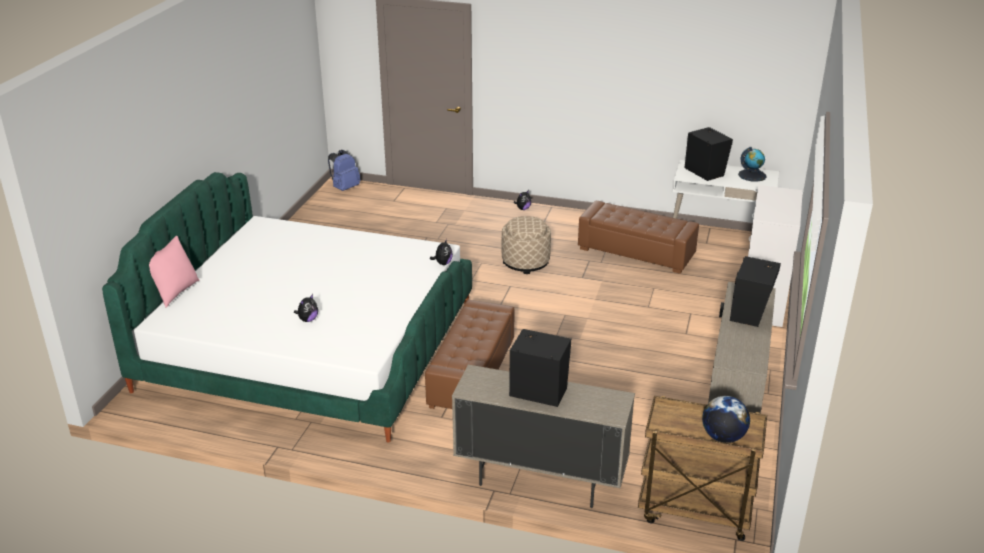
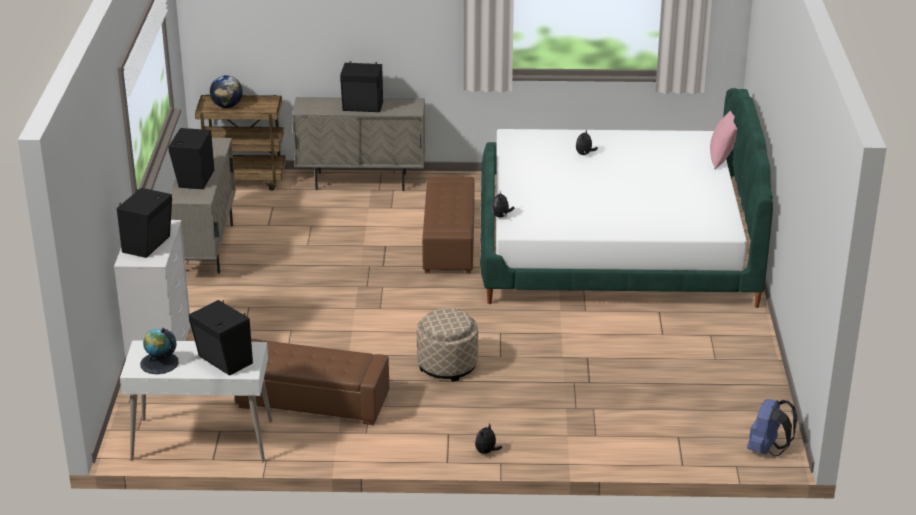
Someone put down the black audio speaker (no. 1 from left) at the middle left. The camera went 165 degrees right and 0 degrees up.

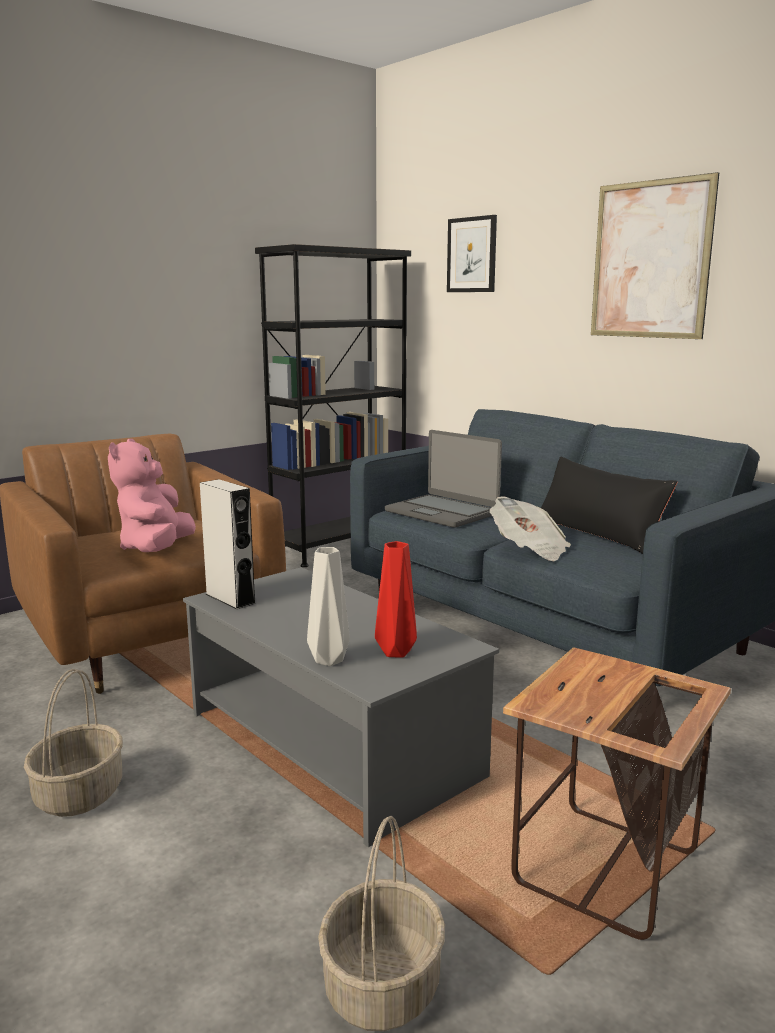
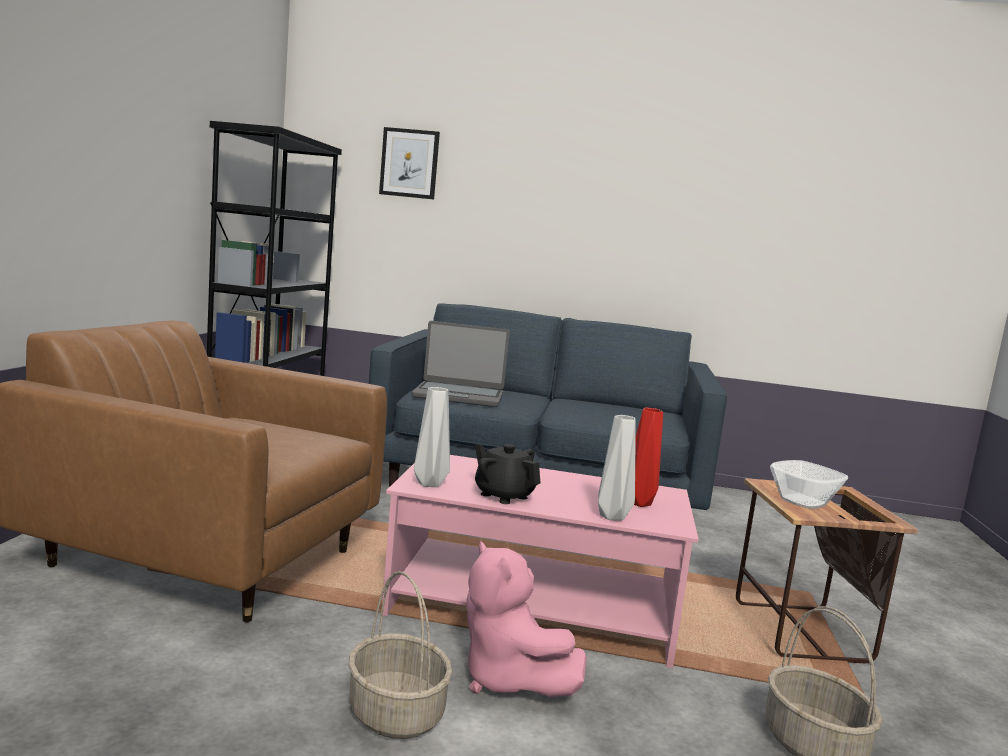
Someone took away the wall picture (no. 2 from left) at the top right. Someone carried the pink plush toy from the middle left to the bottom centre. Someone took away the black throw pillow at the middle right. Someone swapped the grey audio speaker at the middle left for the grey flower vase (no. 1 from left) at the centre. Someone took away the newspaper at the middle right. Someone repainted the grey coffee table at the bottom centre, which became the pink coffee table at the bottom centre. Someone put down the black teapot at the centre. Someone put down the deep dish at the middle right. The camera went 40 degrees left and 5 degrees down.

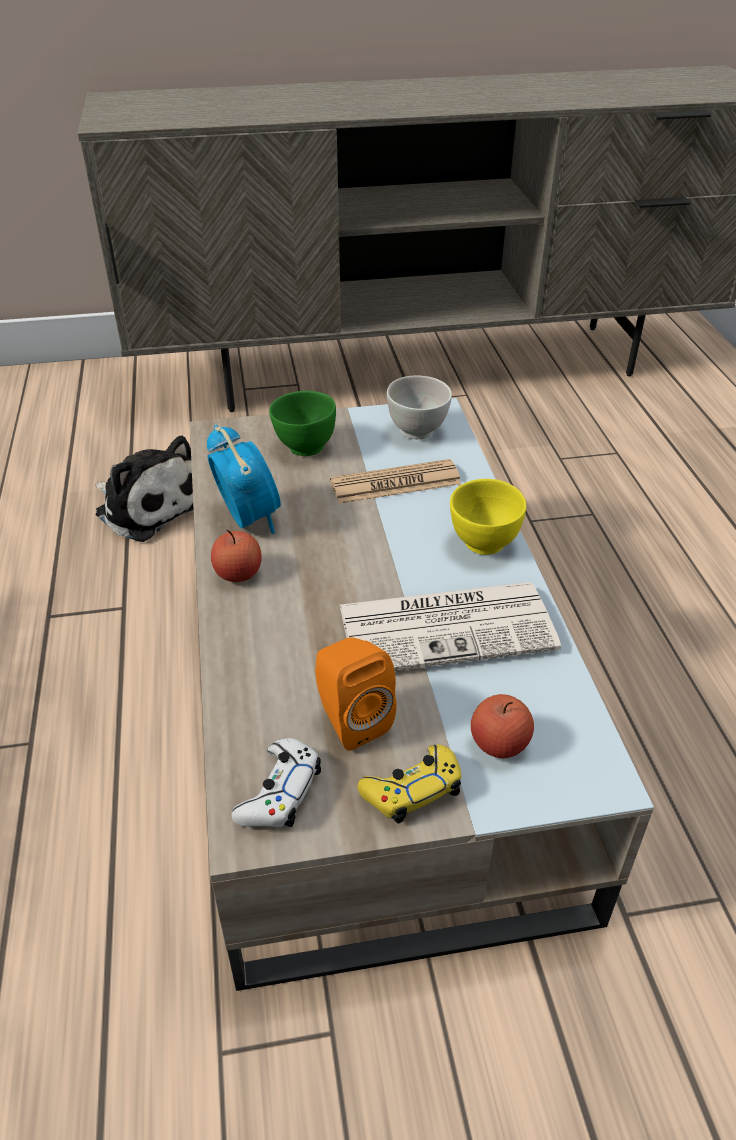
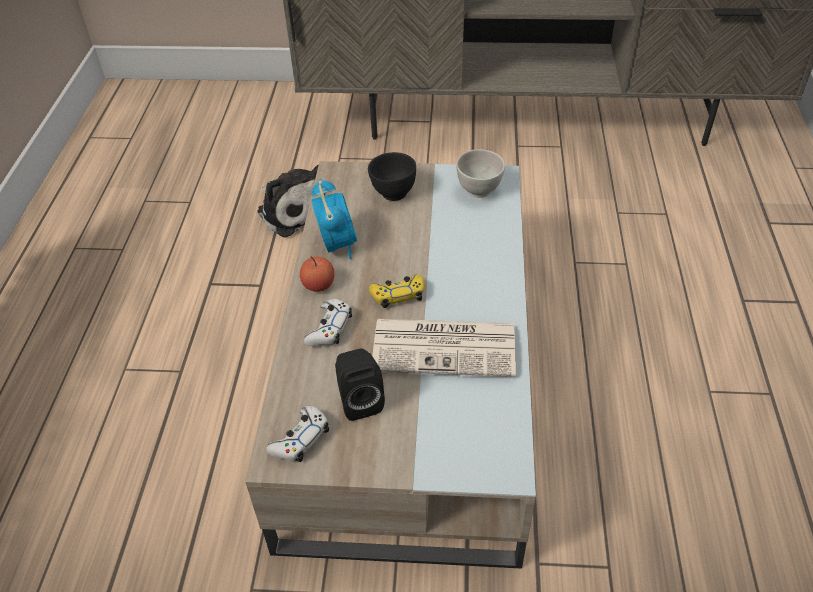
Someone repainted the green deep dish at the centre, which became the black deep dish at the top centre. Someone took away the newspaper (no. 1 from left) at the centre. Someone took away the yellowish deep dish at the centre. Someone repainted the orange-coloured audio speaker at the centre, which became the black audio speaker at the centre. Someone took away the whole apple (no. 2 from left) at the middle right. Someone carried the yellowish game controller from the bottom centre to the centre. Someone put down the white-coloured game controller (no. 2 from left) at the centre. The camera went 15 degrees right and 5 degrees up.

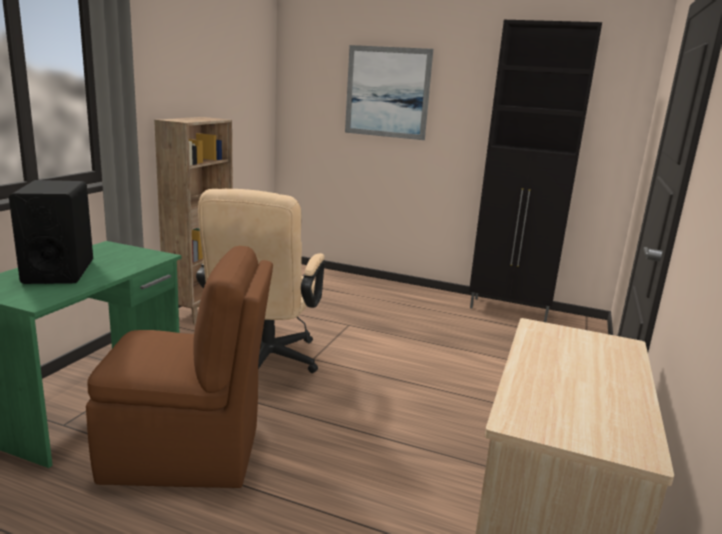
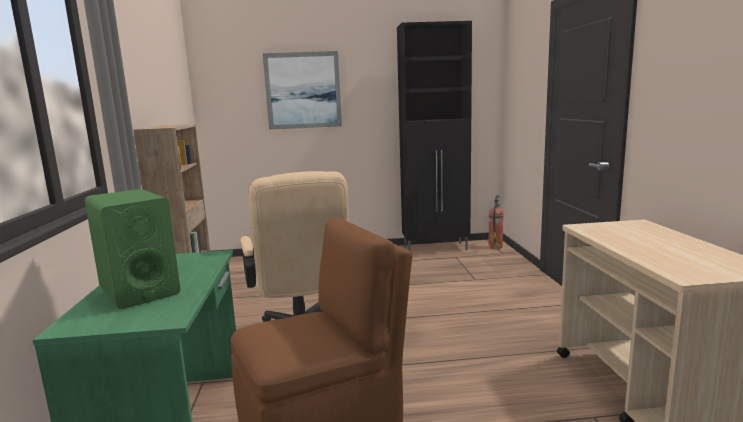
Someone repainted the black audio speaker at the middle left, which became the green audio speaker at the middle left. Someone put down the fire-fighting cylinder at the middle right. The camera went 25 degrees left and 5 degrees down.

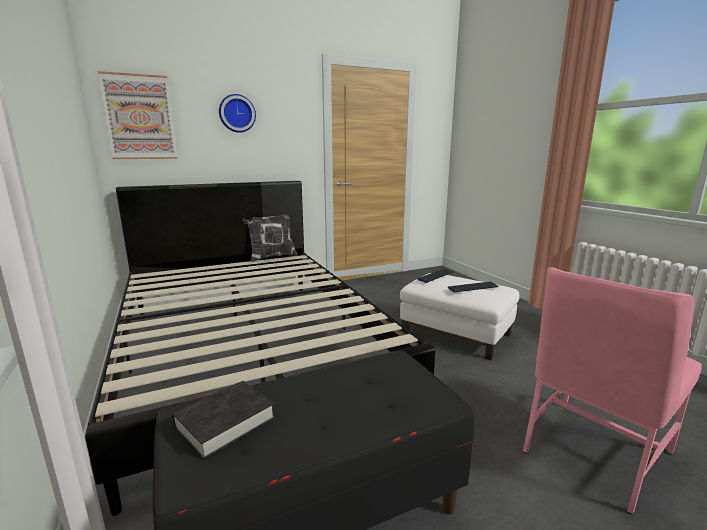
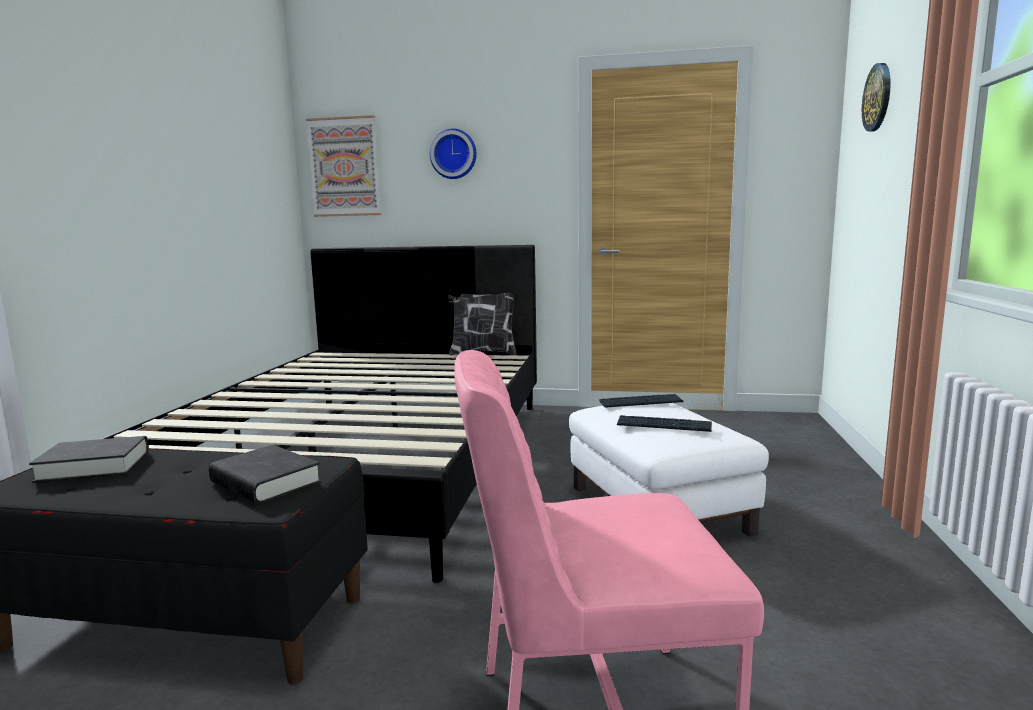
Someone put up the clock on the wall (no. 2 from left) at the top right. Someone put down the black bound book (no. 2 from left) at the bottom left. The camera went 35 degrees right and 5 degrees down.

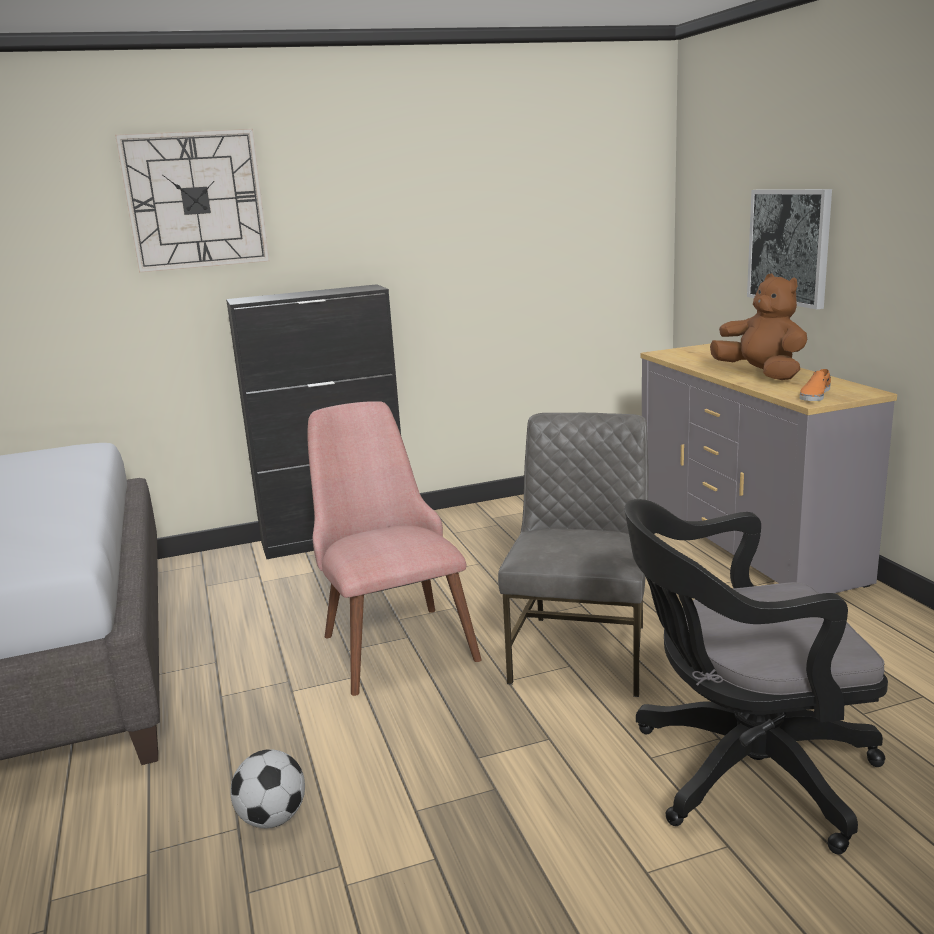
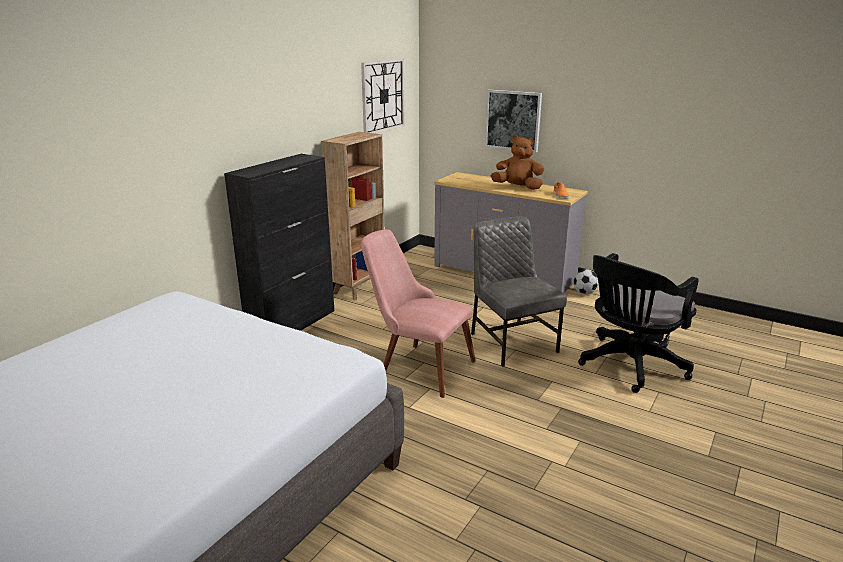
Someone carried the clock on the wall from the top left to the top centre. Someone carried the ball for football from the bottom left to the middle right. Someone put down the brown bookcase at the centre. The camera went 40 degrees left and 5 degrees up.

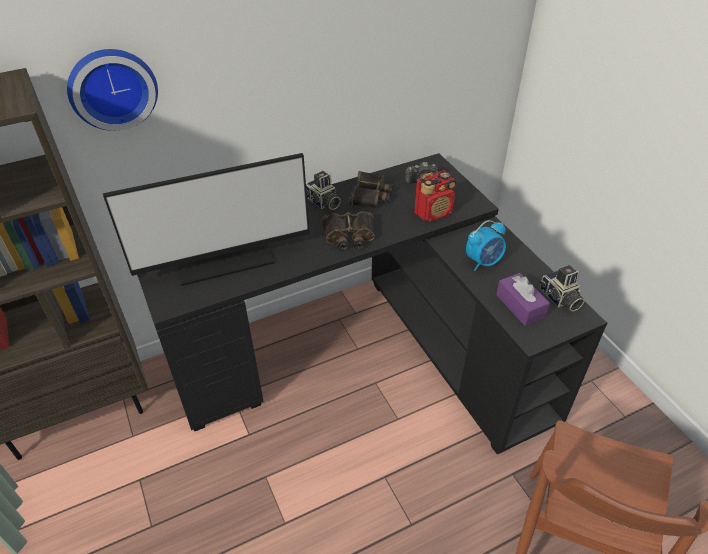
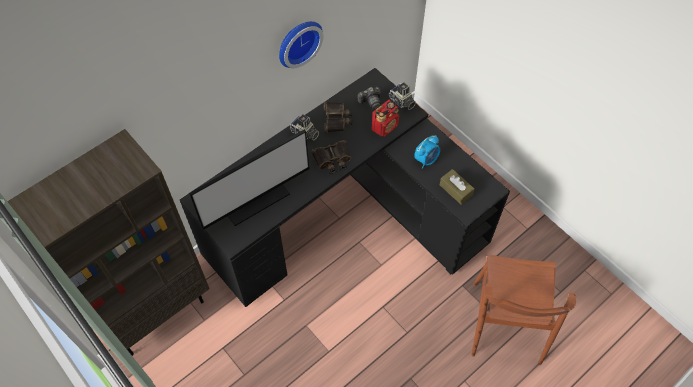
Someone carried the clock on the wall from the top left to the top centre. Someone carried the still camera (no. 3 from left) from the middle right to the top centre. Someone repainted the purple-coloured tissue box at the middle right, which became the brown tissue box at the centre. The camera went 15 degrees left and 15 degrees up.

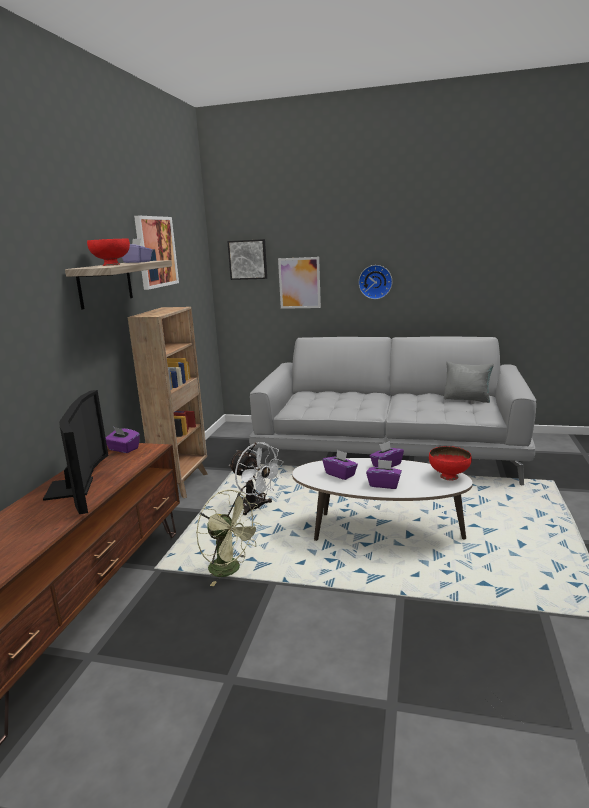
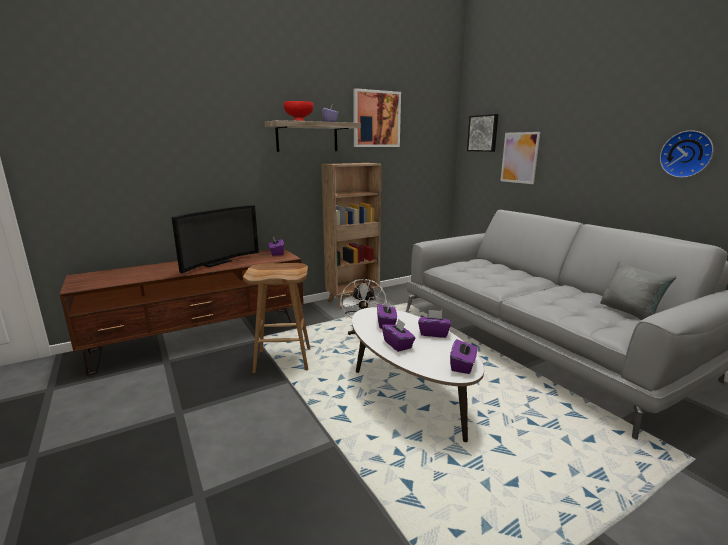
Someone carried the clock on the wall from the centre to the top right. Someone swapped the red deep dish (no. 2 from left) at the middle right for the purple-coloured tissue box (no. 6 from left) at the centre. Someone swapped the green electric fan at the centre for the brown sitting stool at the centre. The camera went 45 degrees right and 0 degrees up.

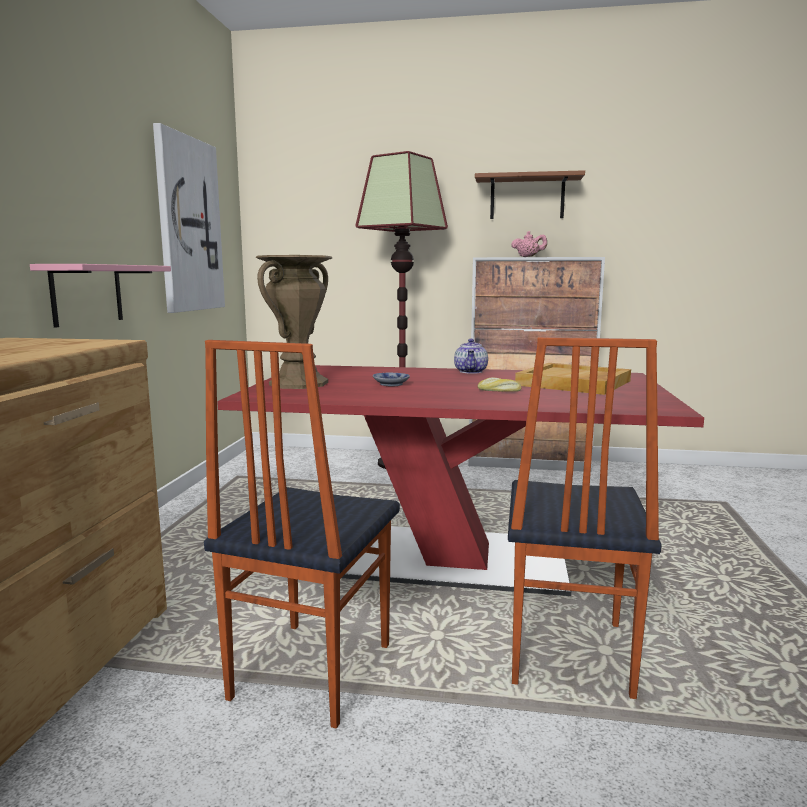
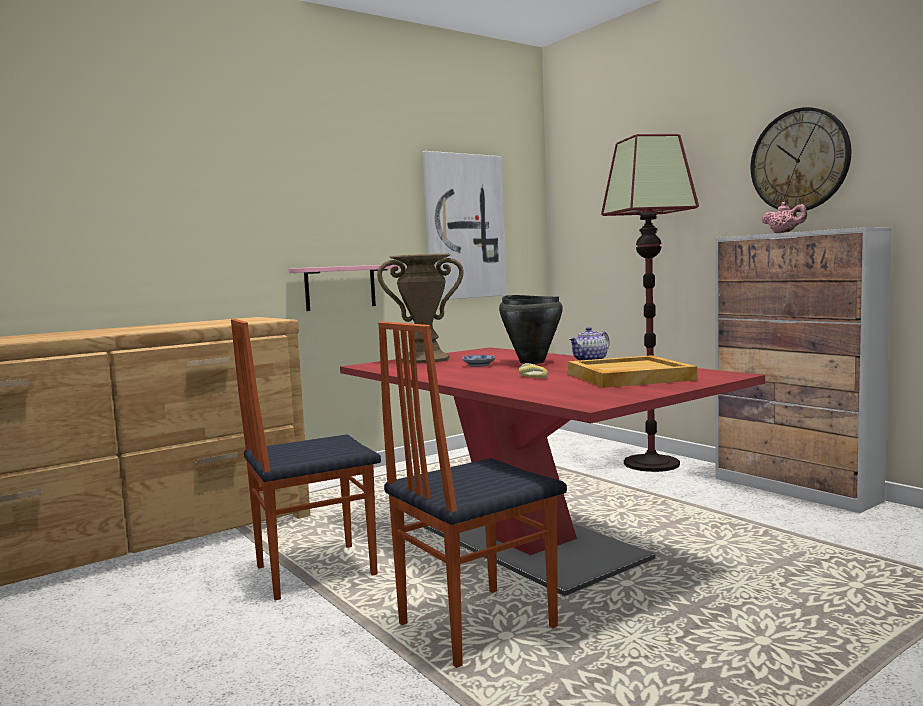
Someone swapped the brown wall shelf at the top centre for the clock on the wall at the top right. Someone put down the black saucepot at the centre. The camera went 45 degrees right and 5 degrees down.

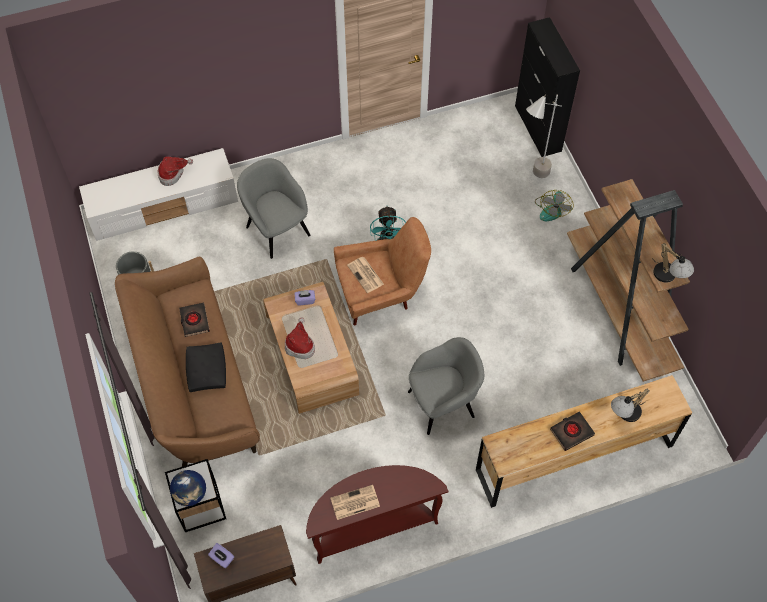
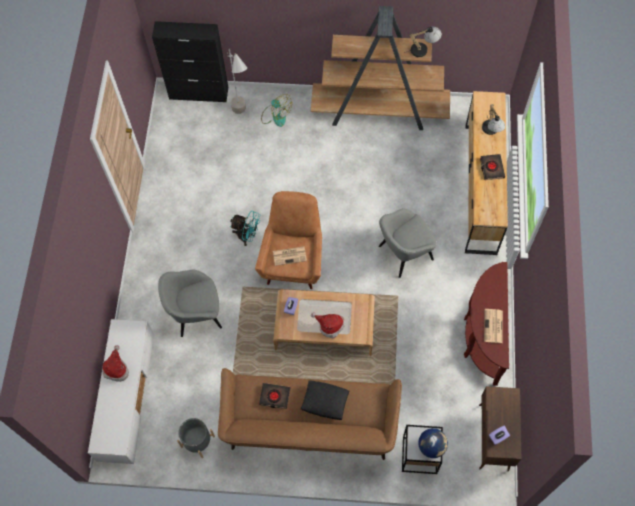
Someone rotated the grey lounge chair (no. 2 from left) at the centre by 120 degrees counterclockwise. The camera went 65 degrees left and 5 degrees up.

